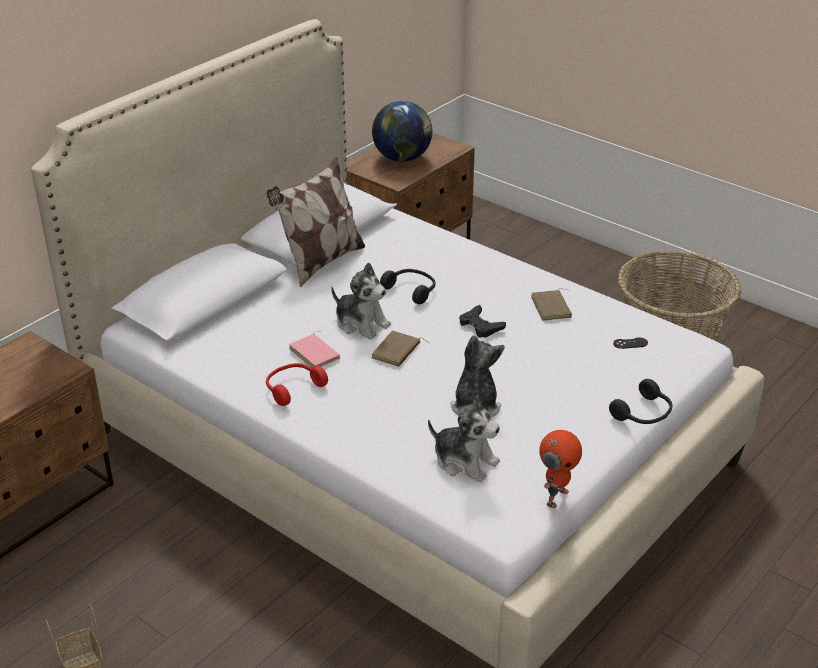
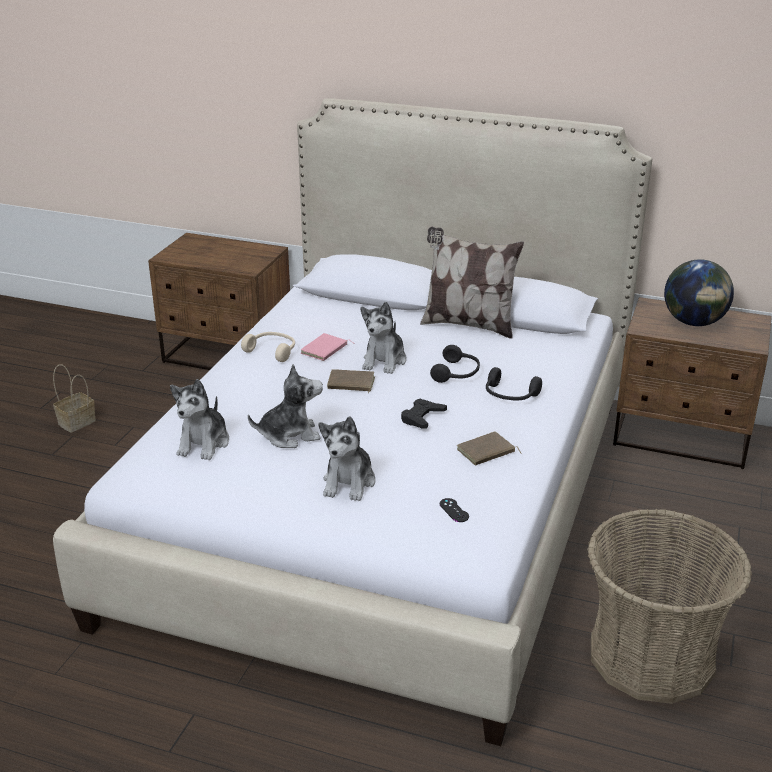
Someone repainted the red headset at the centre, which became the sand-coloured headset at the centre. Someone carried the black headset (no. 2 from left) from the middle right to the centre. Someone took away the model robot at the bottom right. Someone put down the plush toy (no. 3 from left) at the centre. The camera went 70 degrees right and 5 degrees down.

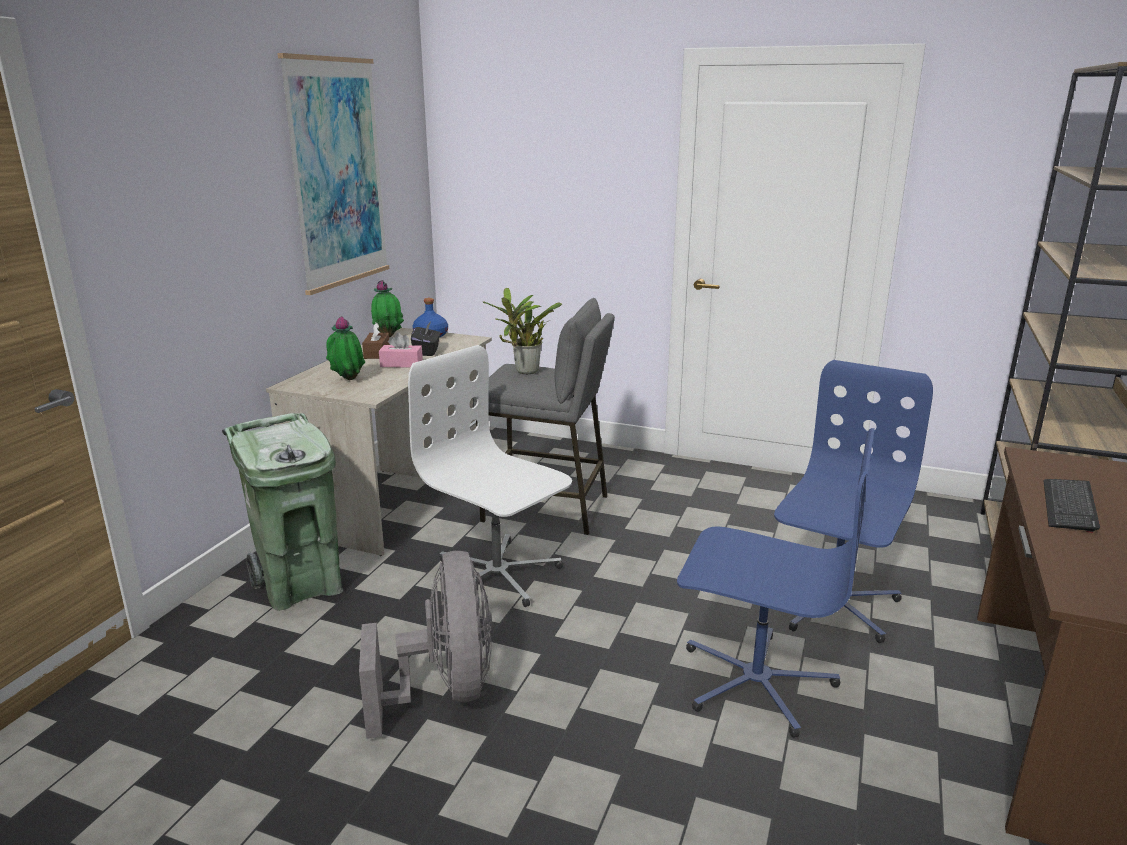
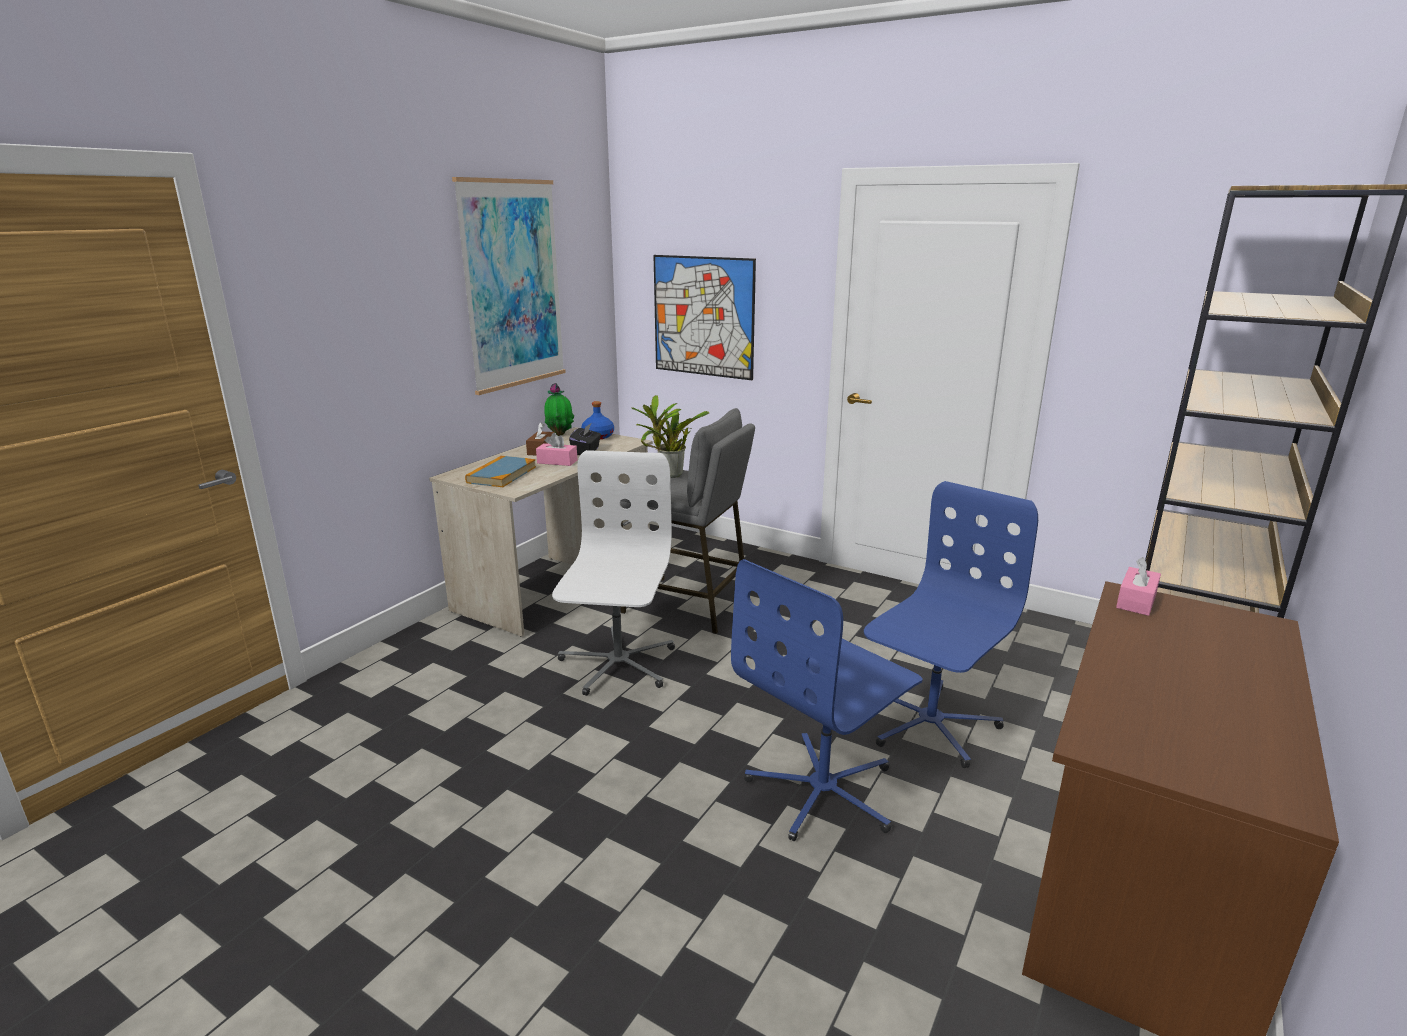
Someone swapped the potted plant (no. 1 from left) at the middle left for the bound book at the centre. Someone rotated the white-coloured desk chair at the centre by 45 degrees clockwise. Someone took away the green trash can at the middle left. Someone rotated the blue desk chair (no. 1 from left) at the bottom right by 105 degrees clockwise. Someone took away the computer keyboard at the middle right. Someone took away the grey electric fan at the bottom centre. Someone put up the wall picture (no. 2 from left) at the top centre. Someone put down the pink tissue box (no. 2 from left) at the middle right. The camera went 10 degrees right and 0 degrees up.

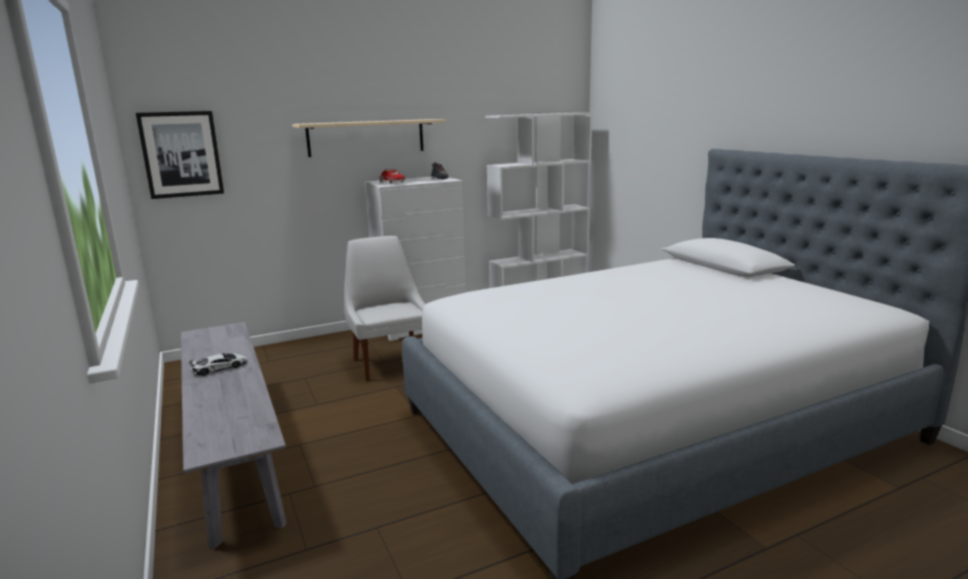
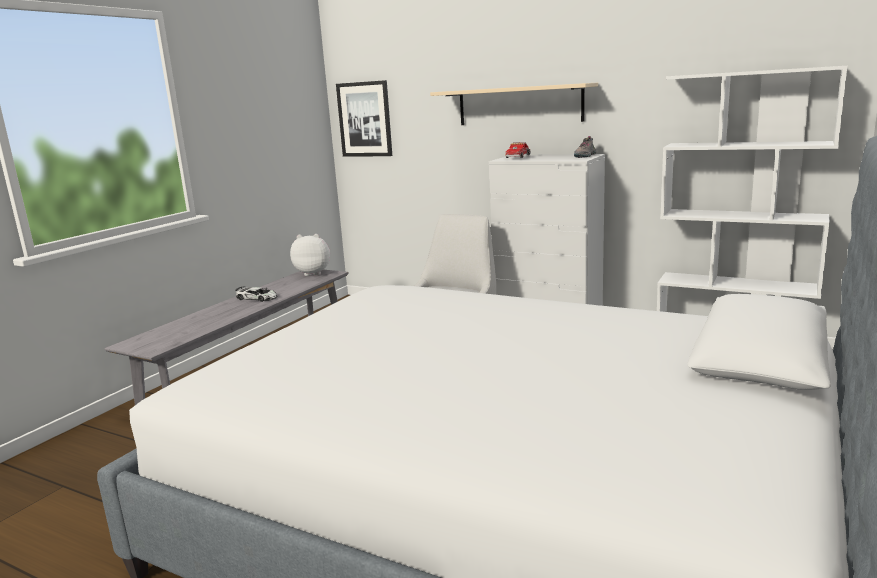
Someone put down the plush toy at the centre. The camera went 55 degrees right and 0 degrees up.

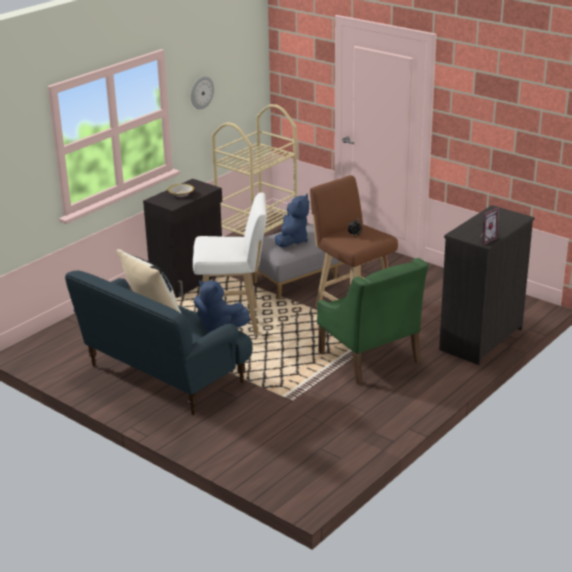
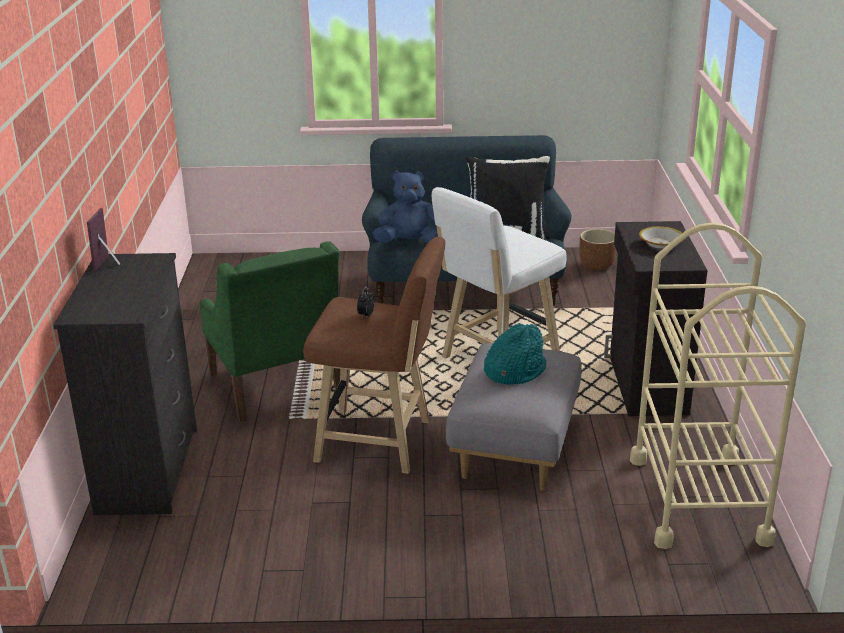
Someone took away the clock on the wall at the top centre. Someone swapped the blue plush toy (no. 2 from left) at the centre for the blue-green clothing hat at the centre. Someone rotated the green lounge chair at the centre by 135 degrees counterclockwise. Someone put down the brown planter at the middle right. The camera went 140 degrees right and 0 degrees up.

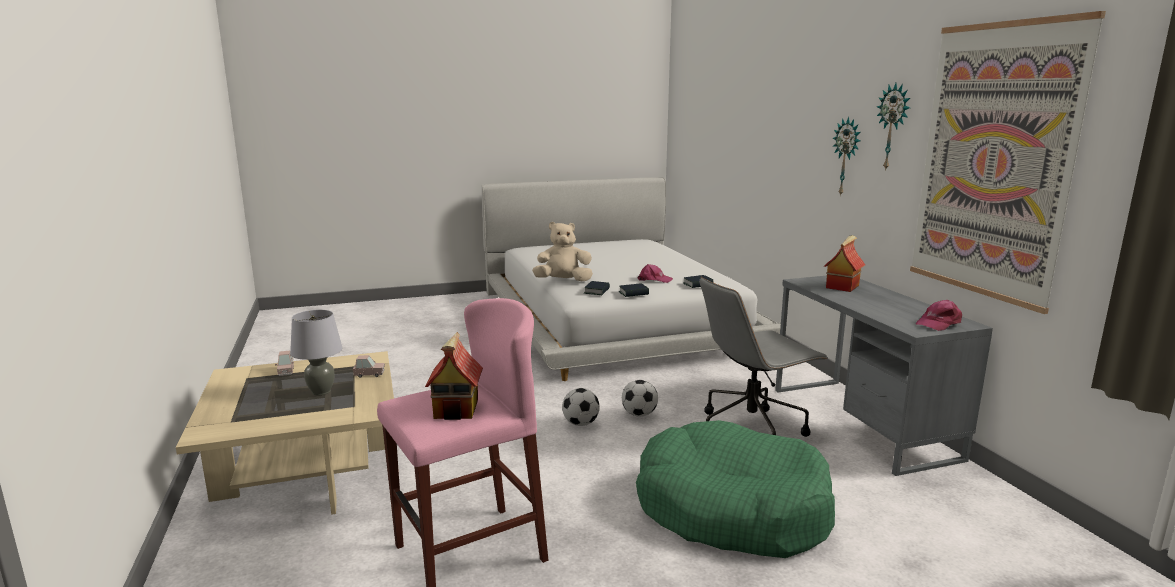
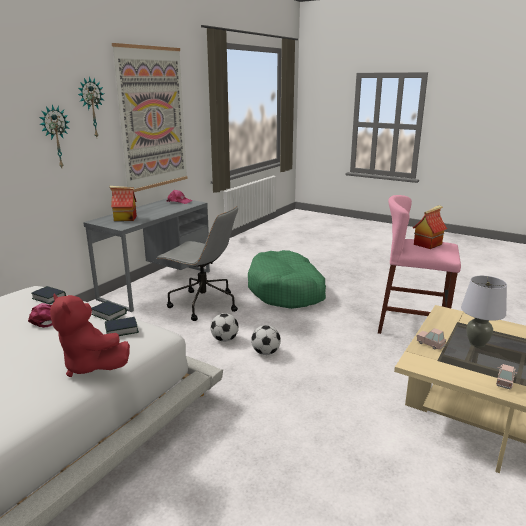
Someone repainted the sand-coloured plush toy at the centre, which became the red plush toy at the middle left. The camera went 130 degrees left and 5 degrees up.

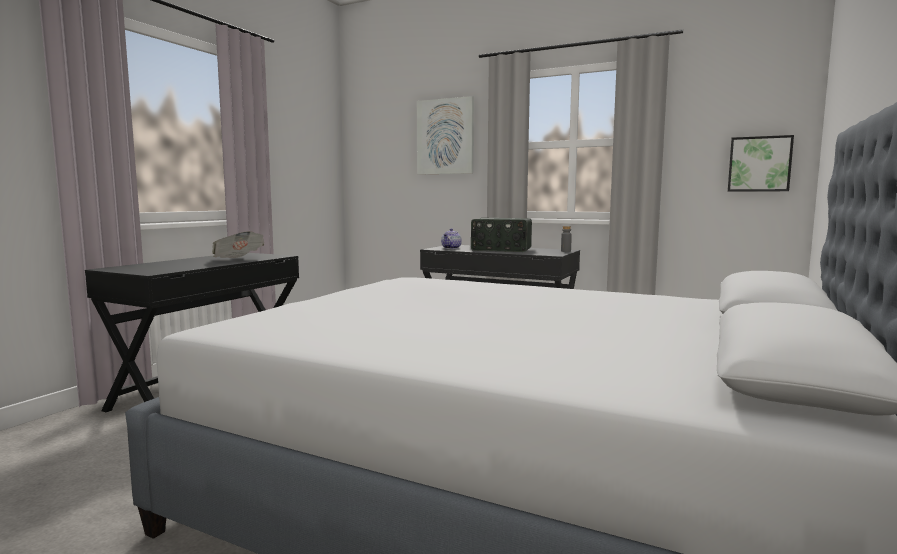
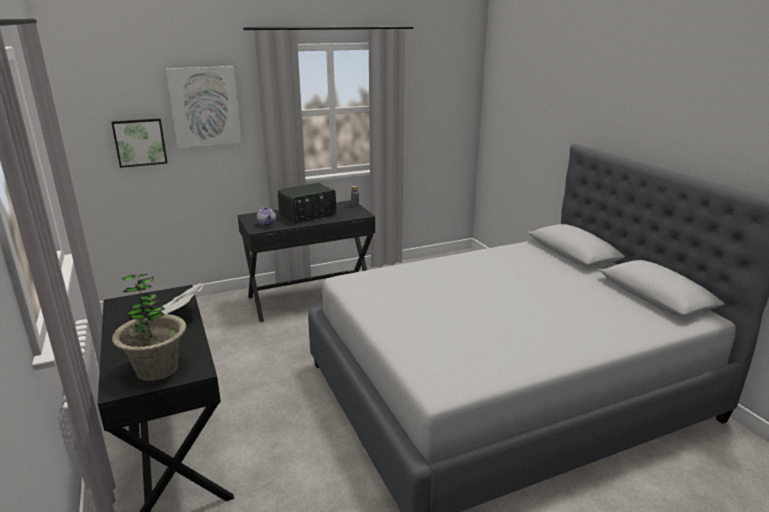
Someone carried the wall picture (no. 2 from left in the first image) from the top right to the top left. Someone put down the potted plant at the middle left. The camera went 50 degrees left and 15 degrees up.

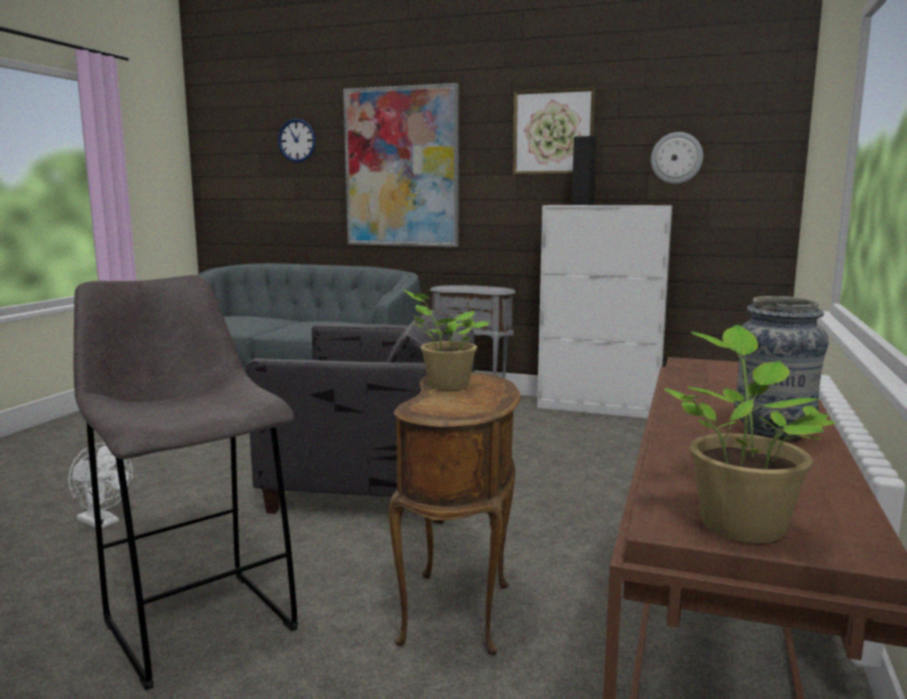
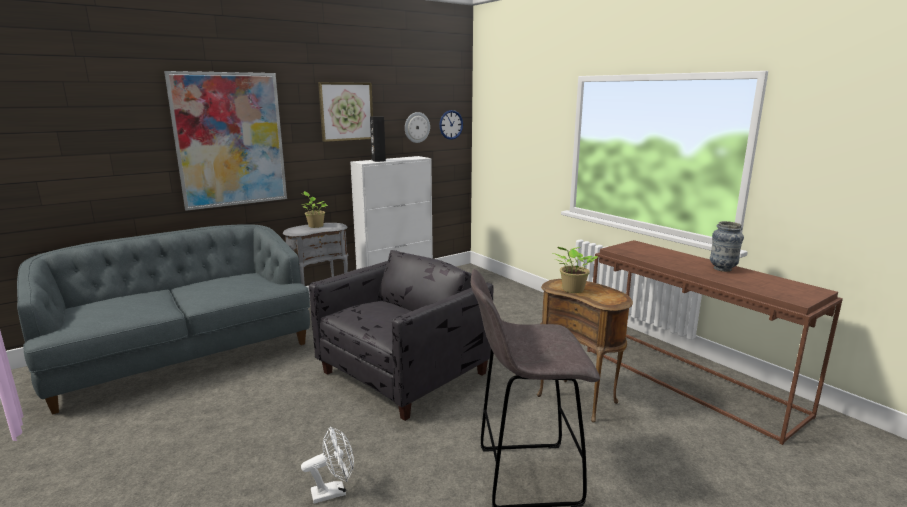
Someone carried the clock on the wall (no. 1 from left in the first image) from the top left to the top centre. Someone carried the potted plant (no. 2 from left in the first image) from the middle right to the centre. The camera went 55 degrees left and 5 degrees up.

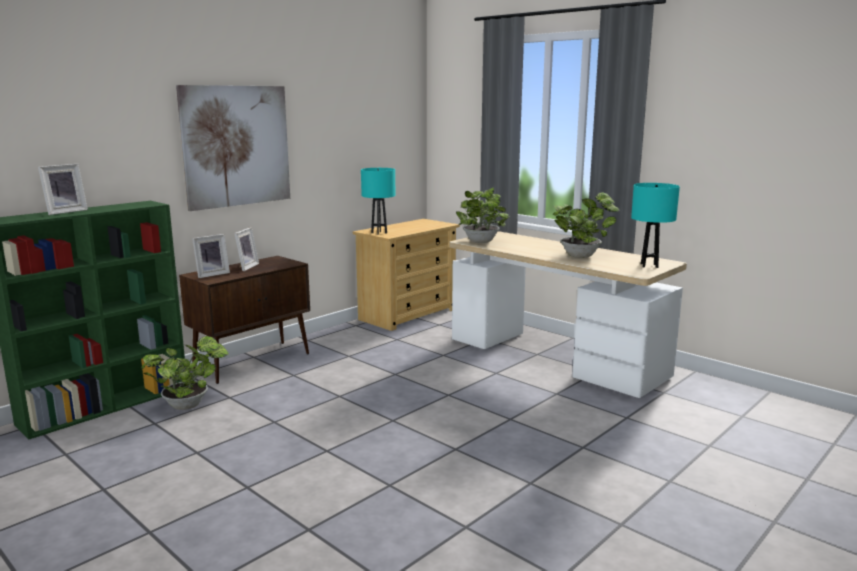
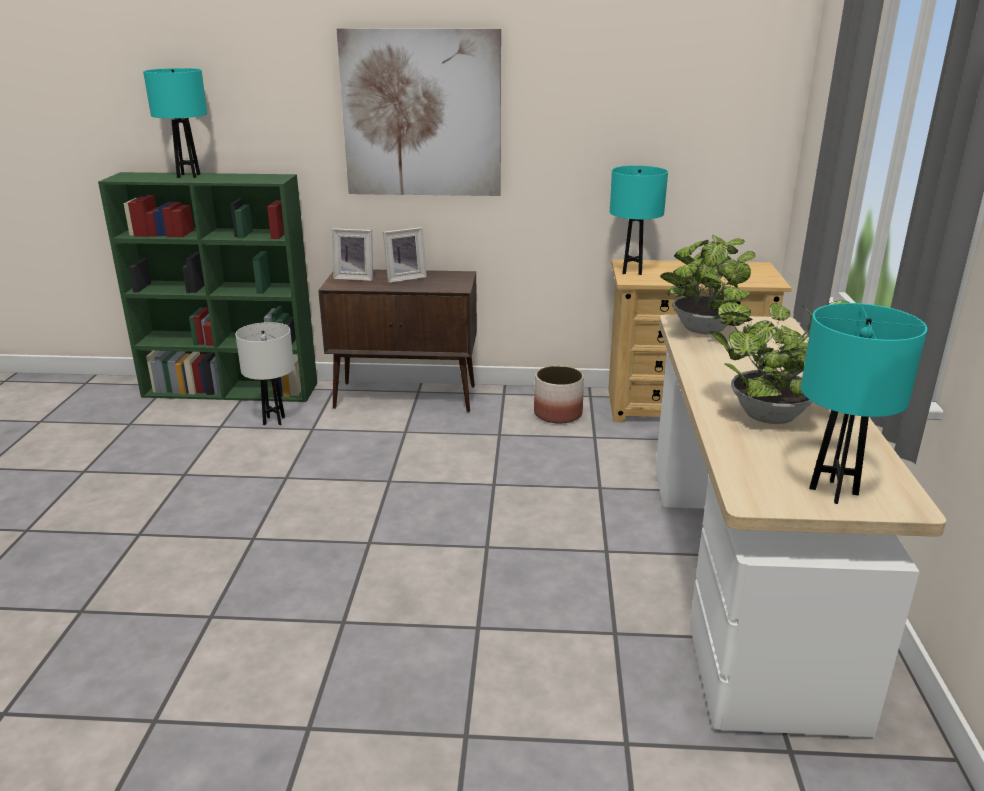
Someone swapped the picture frame (no. 1 from left) at the top left for the blue-green lamp for a table (no. 1 from left) at the top left. Someone swapped the potted plant (no. 1 from left) at the middle left for the white-coloured lamp for a table at the middle left. Someone put down the planter at the centre. The camera went 50 degrees right and 10 degrees up.

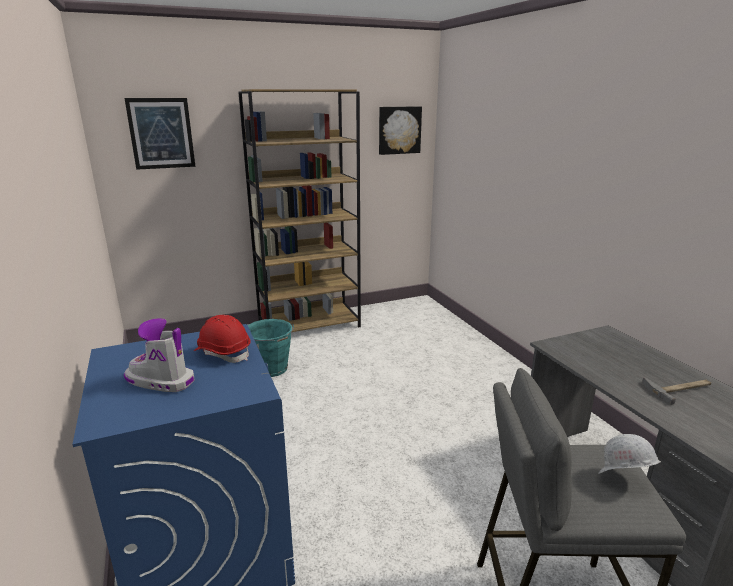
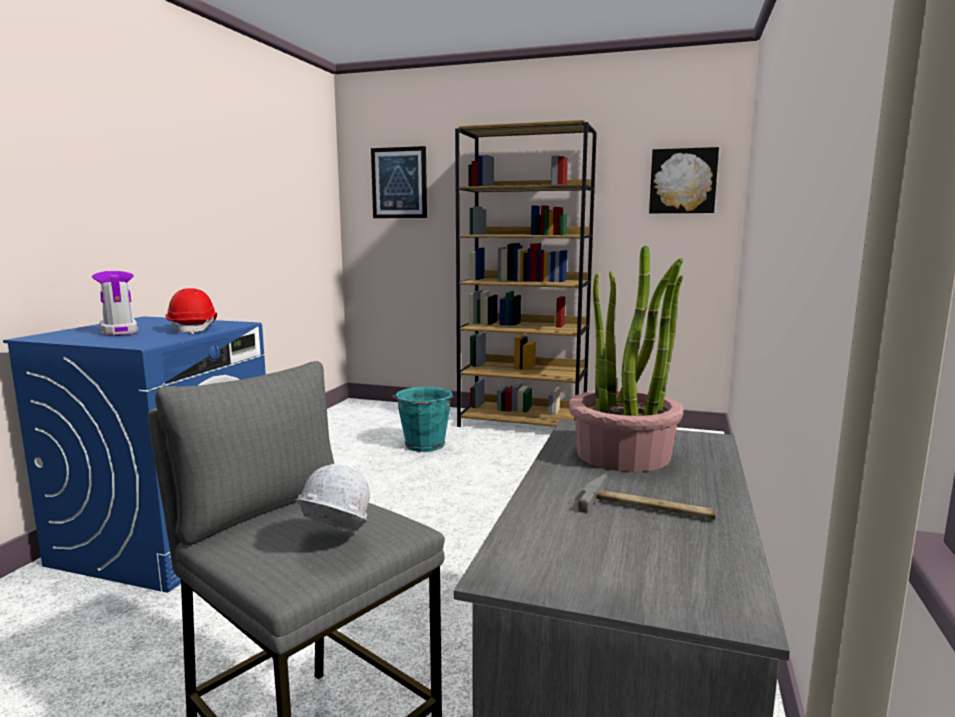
Someone put down the potted plant at the centre. The camera went 40 degrees right and 10 degrees down.

